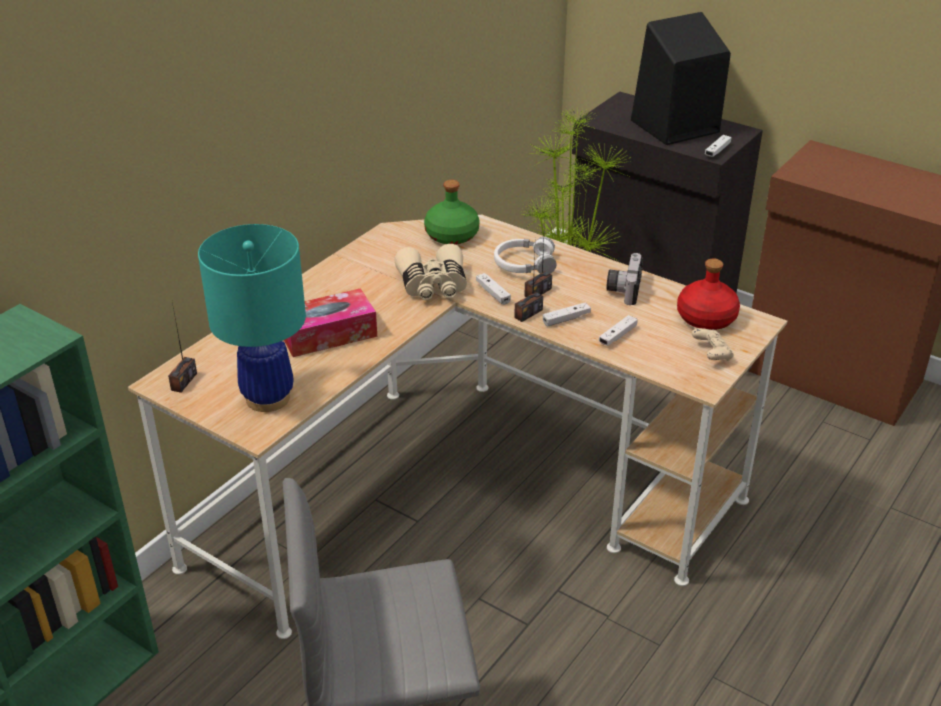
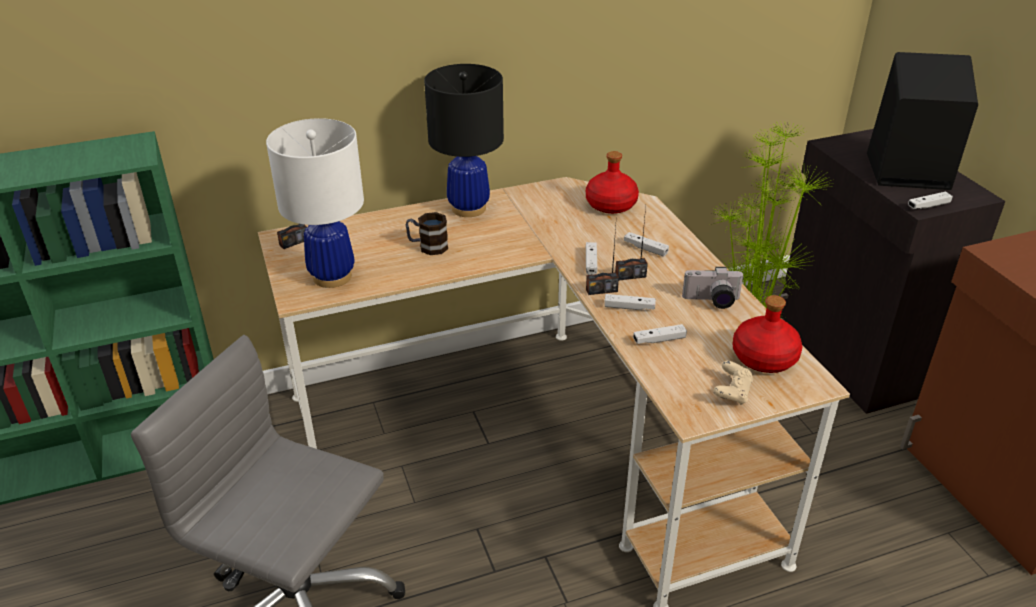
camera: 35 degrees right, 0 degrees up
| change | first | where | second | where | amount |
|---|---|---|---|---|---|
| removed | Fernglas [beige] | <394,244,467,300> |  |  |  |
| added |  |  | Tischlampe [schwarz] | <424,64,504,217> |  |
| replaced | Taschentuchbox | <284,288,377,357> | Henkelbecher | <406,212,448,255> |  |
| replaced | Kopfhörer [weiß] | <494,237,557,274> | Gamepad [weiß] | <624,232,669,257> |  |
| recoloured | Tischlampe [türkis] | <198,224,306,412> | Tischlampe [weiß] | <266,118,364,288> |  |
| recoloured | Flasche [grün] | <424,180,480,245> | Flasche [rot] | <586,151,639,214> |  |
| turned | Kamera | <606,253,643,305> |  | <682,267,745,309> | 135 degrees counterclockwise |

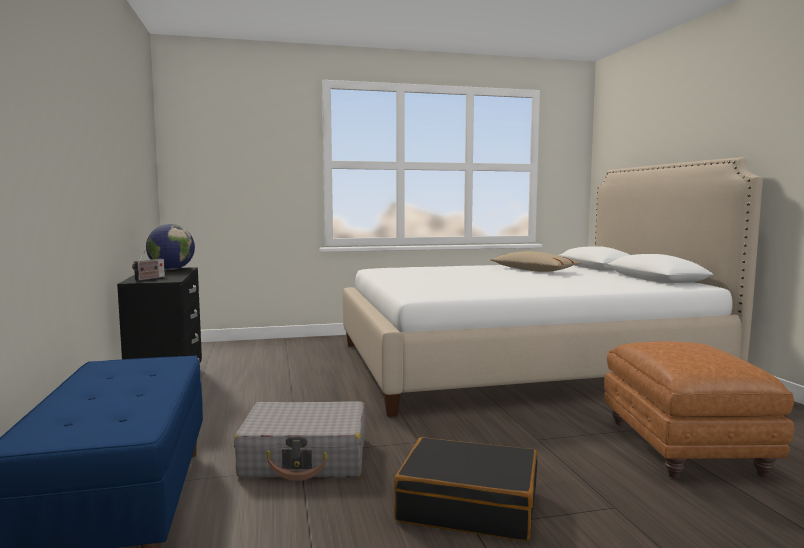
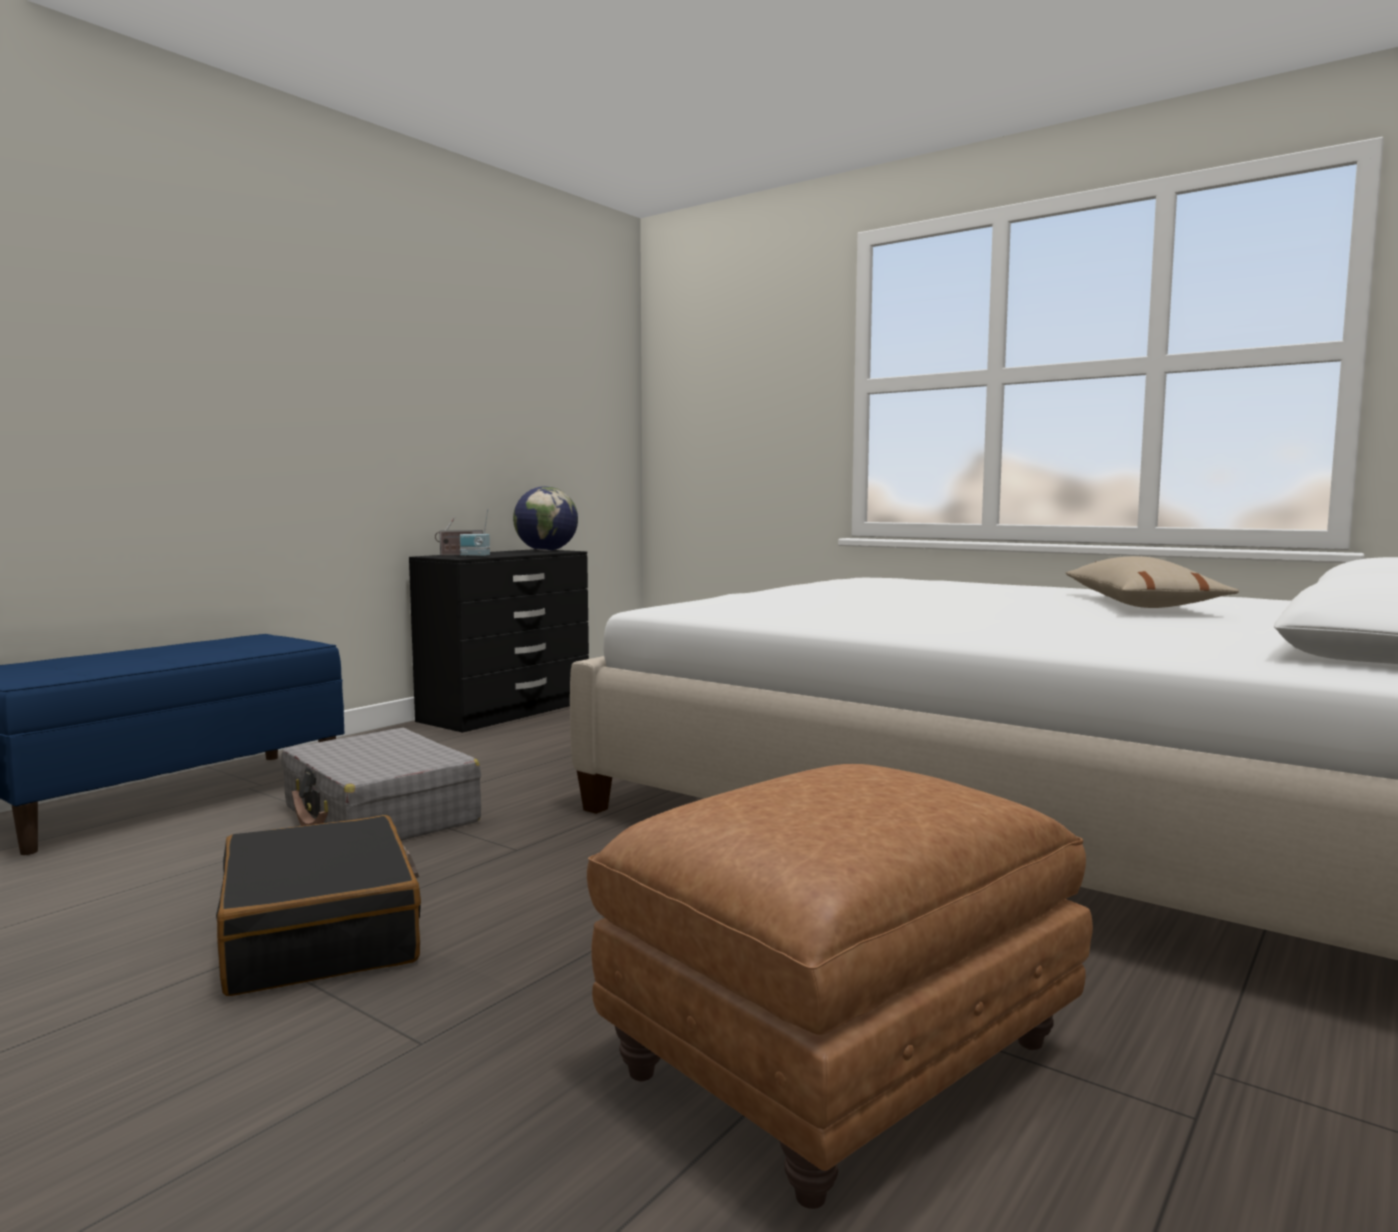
camera: 50 degrees right, 0 degrees up
| change | first | where | second | where | amount |
|---|---|---|---|---|---|
| added |  |  | Radio | <460,509,490,557> |  |

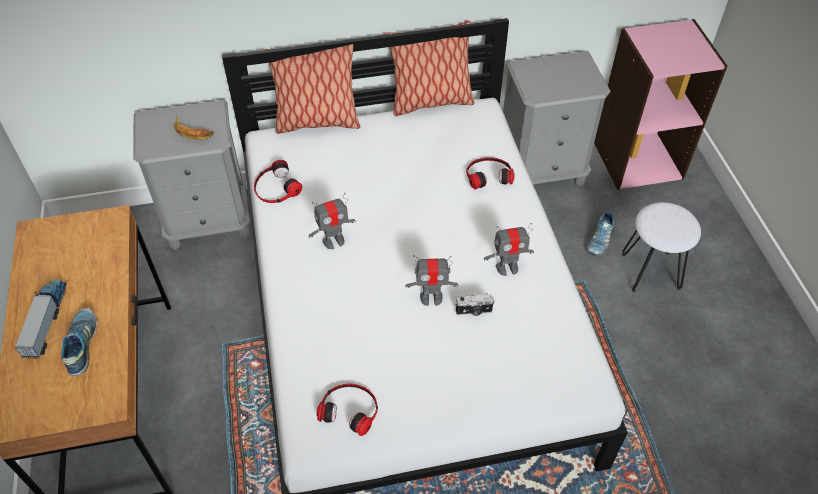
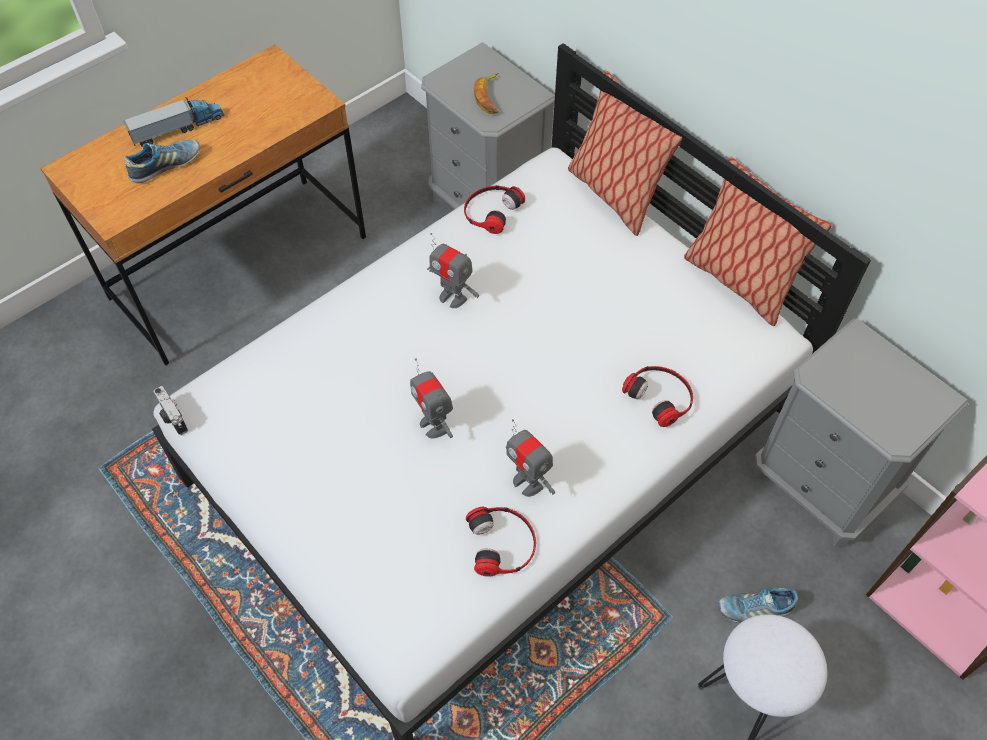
camera: 60 degrees right, 5 degrees up
| change | first | where | second | where | amount |
|---|---|---|---|---|---|
| moved | Kopfhörer | <316,384,378,436> |  | <466,507,536,577> |  |
| moved | Kamera | <455,294,495,316> |  | <154,386,188,435> |  |

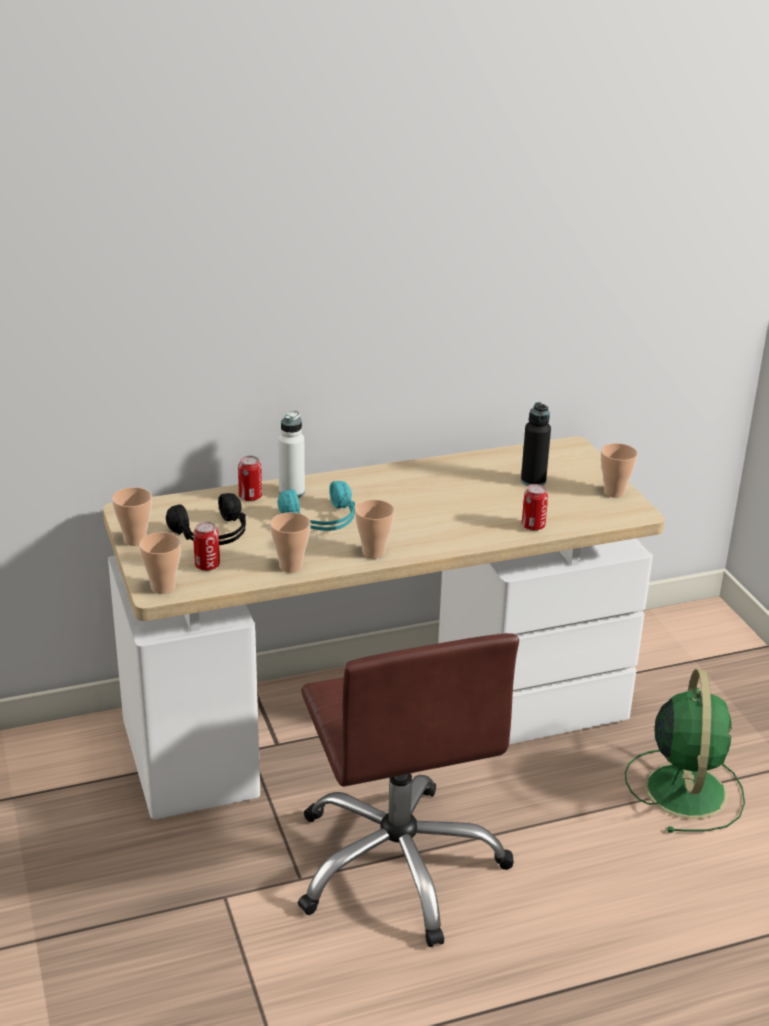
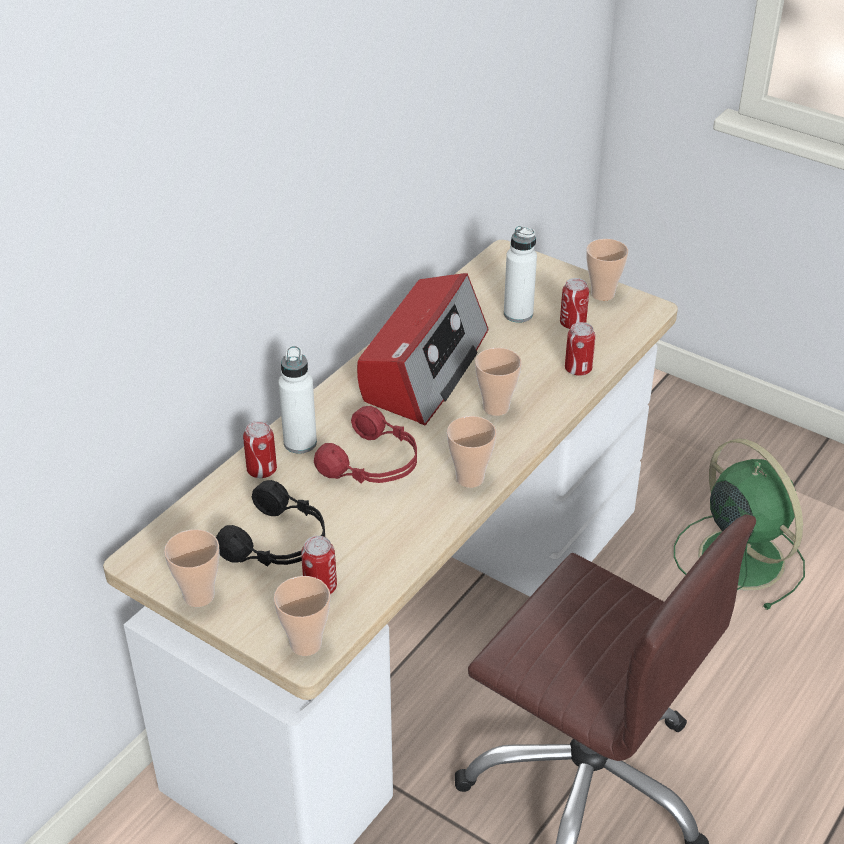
camera: 35 degrees left, 10 degrees up
| change | first | where | second | where | amount |
|---|---|---|---|---|---|
| added |  |  | Radio | <357,273,488,425> |  |
| added |  |  | Dose | <560,278,589,329> |  |
| moved | Tasse | <270,512,311,573> |  | <475,348,522,416> |  |
| recoloured | Kopfhörer [türkis] | <277,481,355,531> | Kopfhörer [rot] | <314,406,417,484> |  |
| recoloured | Flasche [schwarz] | <521,402,551,486> | Flasche [weiß] | <504,226,537,323> |  |

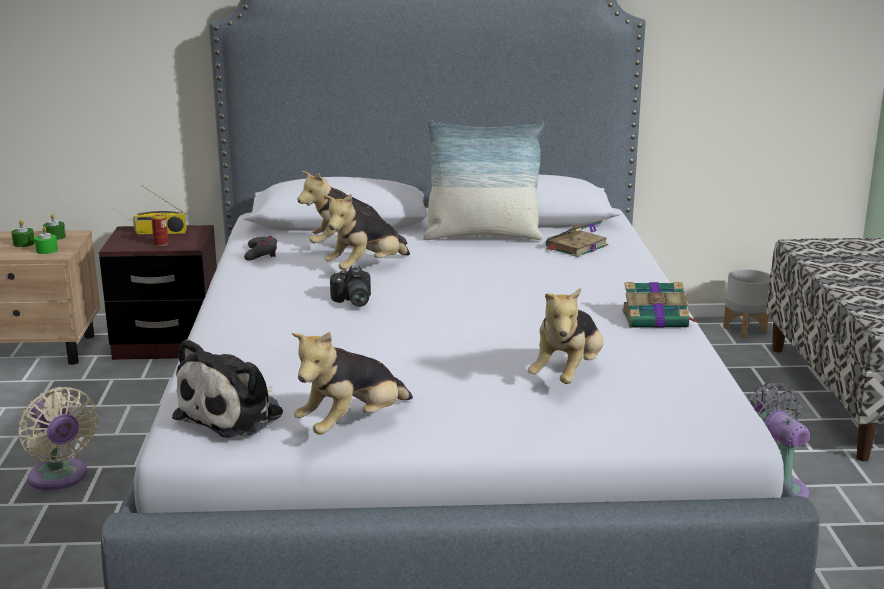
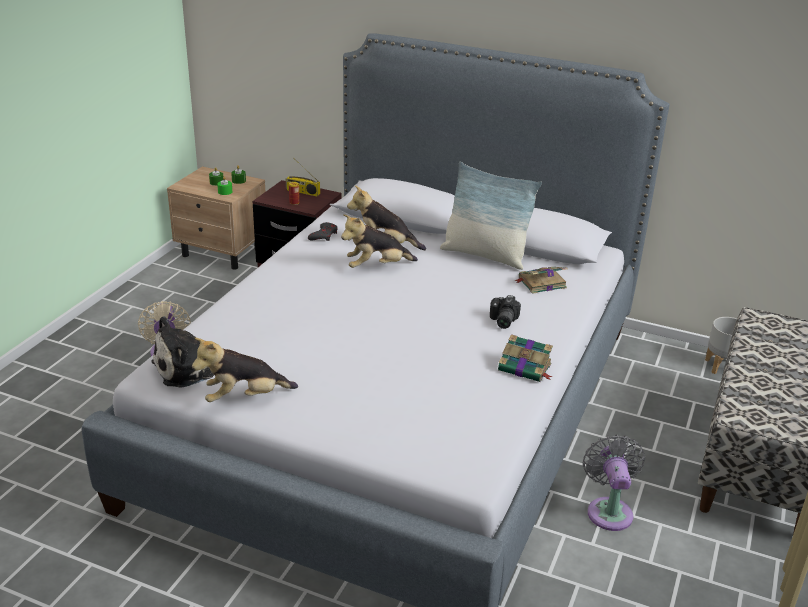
camera: 25 degrees right, 10 degrees up
| change | first | where | second | where | amount |
|---|---|---|---|---|---|
| removed | Plüschtier | <528,288,603,384> |  |  |  |
| moved | Kamera | <330,265,371,307> |  | <490,295,521,329> |  |

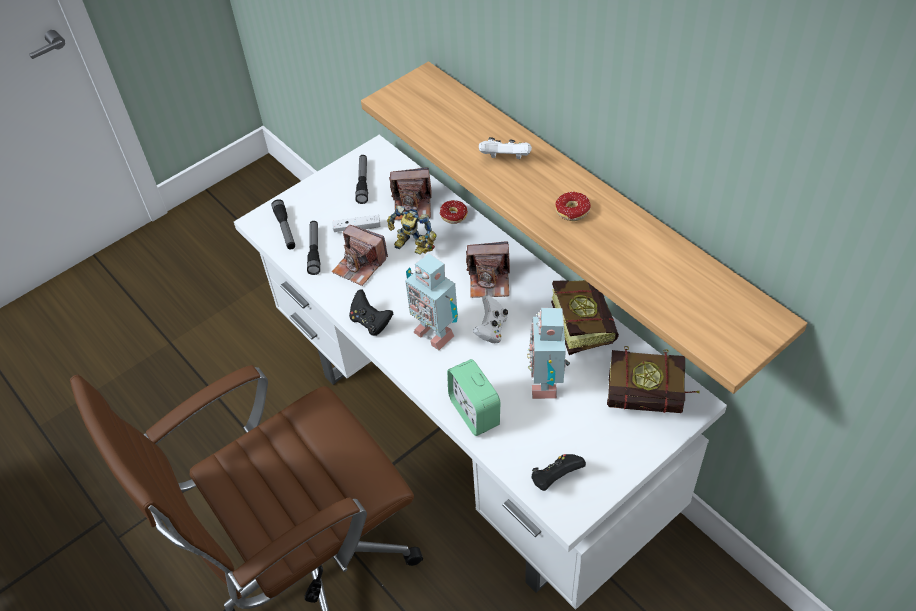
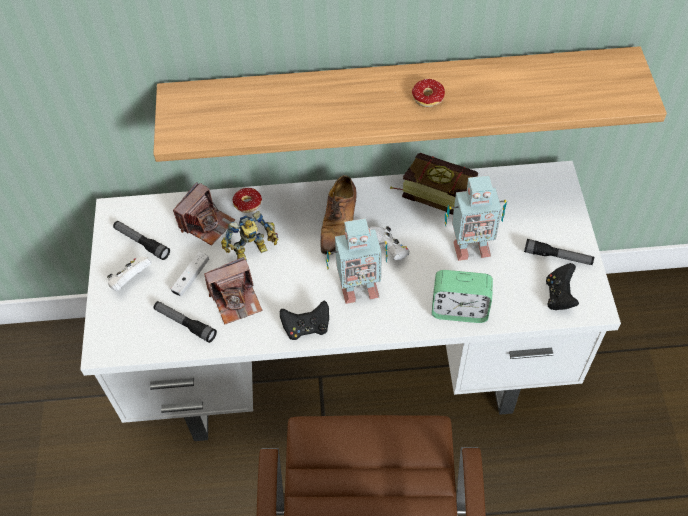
camera: 55 degrees left, 5 degrees up
| change | first | where | second | where | amount |
|---|---|---|---|---|---|
| removed | Buch | <607,346,700,413> |  |  |  |
| moved | Taschenlampe | <271,199,295,249> |  | <524,239,594,265> |  |
| moved | Gamepad [weiß] | <479,137,532,159> |  | <107,257,152,291> |  |
| replaced | Kamera | <466,241,510,298> | Schuh | <320,175,357,255> |  |
| turned | Spielzeugroboter | <527,308,570,399> |  | <445,175,507,261> | 45 degrees counterclockwise |

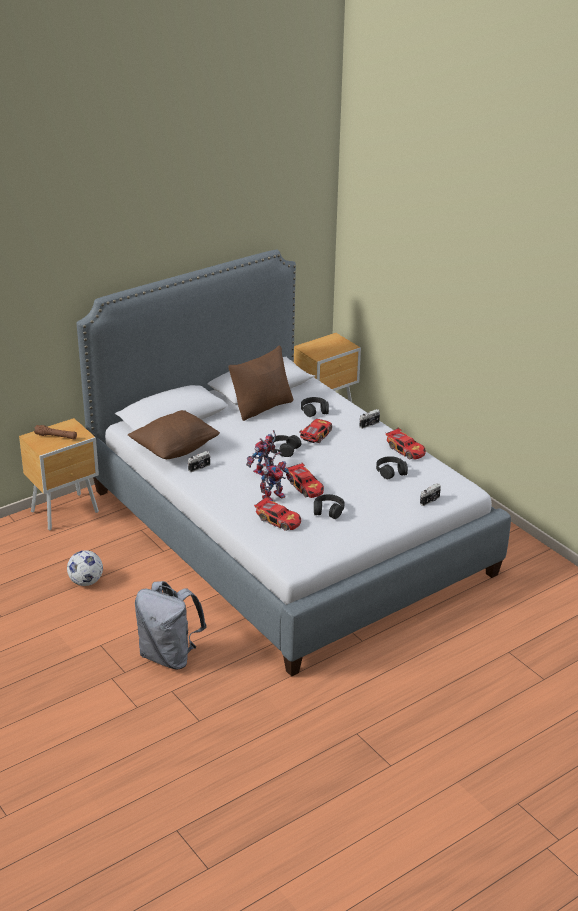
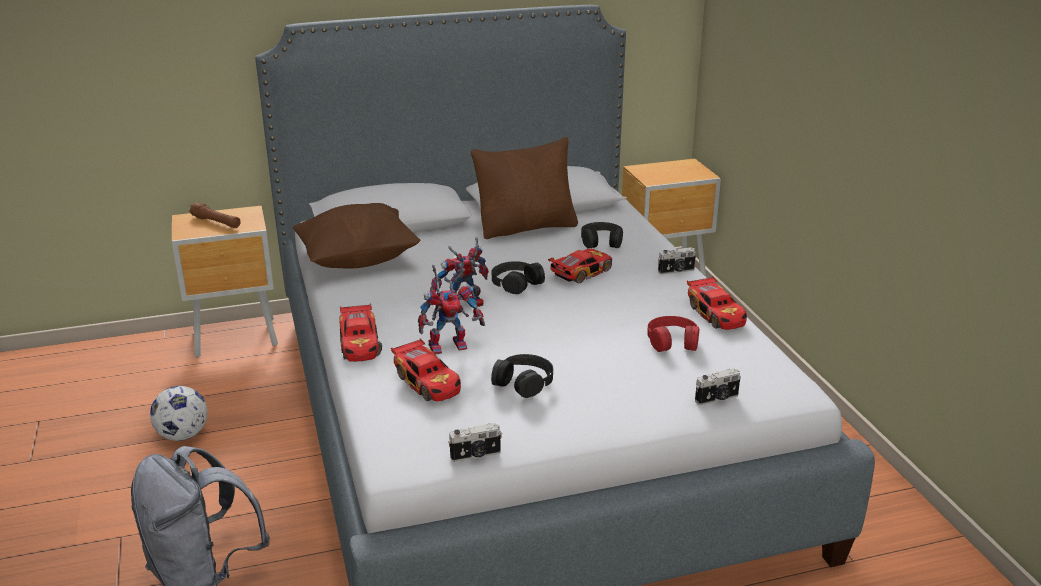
camera: 20 degrees right, 5 degrees down
| change | first | where | second | where | amount |
|---|---|---|---|---|---|
| moved | Kamera | <188,451,210,472> |  | <448,423,502,462> |  |
| moved | Spielzeugauto | <286,463,324,498> |  | <339,303,382,362> |  |
| recoloured | Kopfhörer [schwarz] | <376,456,408,479> | Kopfhörer [rot] | <647,316,699,352> |  |

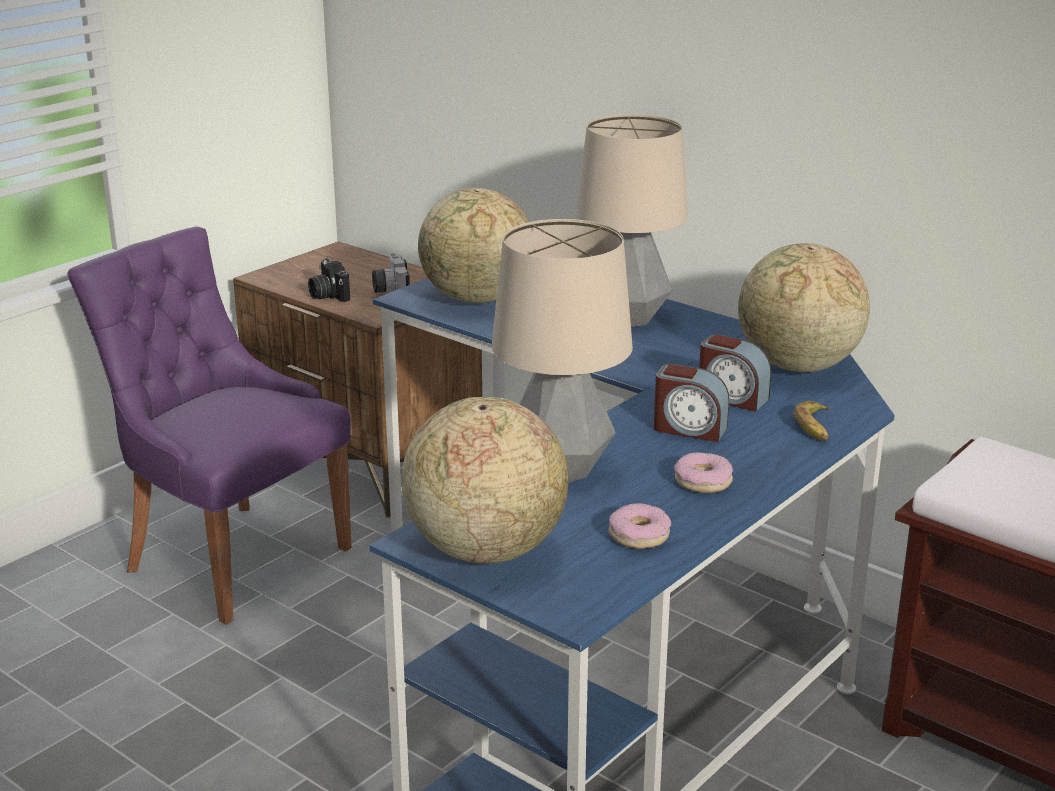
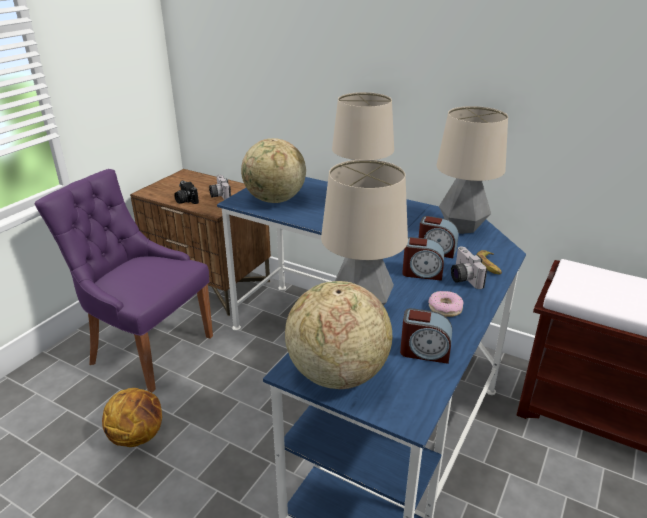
camera: 10 degrees left, 5 degrees up
| change | first | where | second | where | amount |
|---|---|---|---|---|---|
| added |  |  | Basketball | <102,388,162,447> |  |
| added |  |  | Kamera | <451,246,487,289> |  |
| replaced | Donut | <609,503,671,549> | Wecker | <400,308,452,364> |  |
| replaced | Globus | <738,243,870,372> | Tischlampe | <437,106,508,234> |  |

